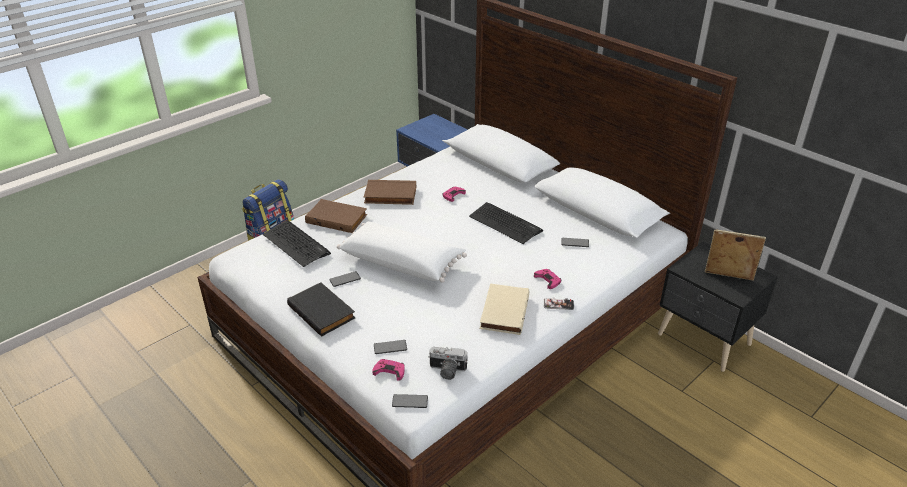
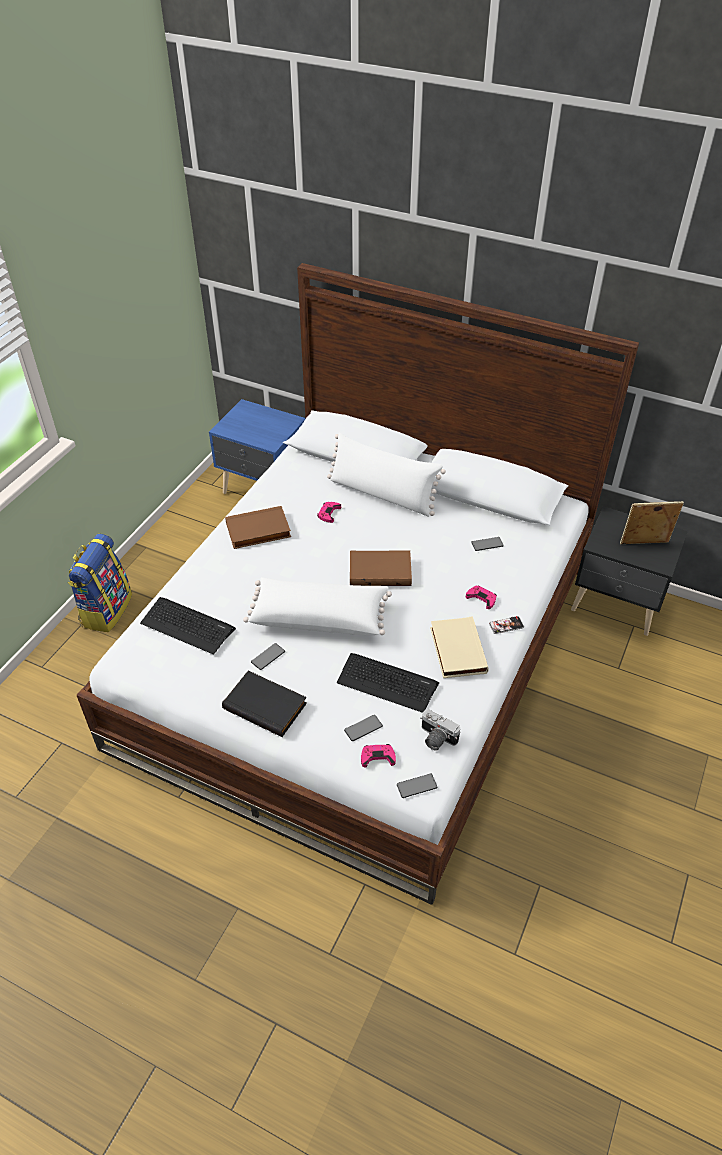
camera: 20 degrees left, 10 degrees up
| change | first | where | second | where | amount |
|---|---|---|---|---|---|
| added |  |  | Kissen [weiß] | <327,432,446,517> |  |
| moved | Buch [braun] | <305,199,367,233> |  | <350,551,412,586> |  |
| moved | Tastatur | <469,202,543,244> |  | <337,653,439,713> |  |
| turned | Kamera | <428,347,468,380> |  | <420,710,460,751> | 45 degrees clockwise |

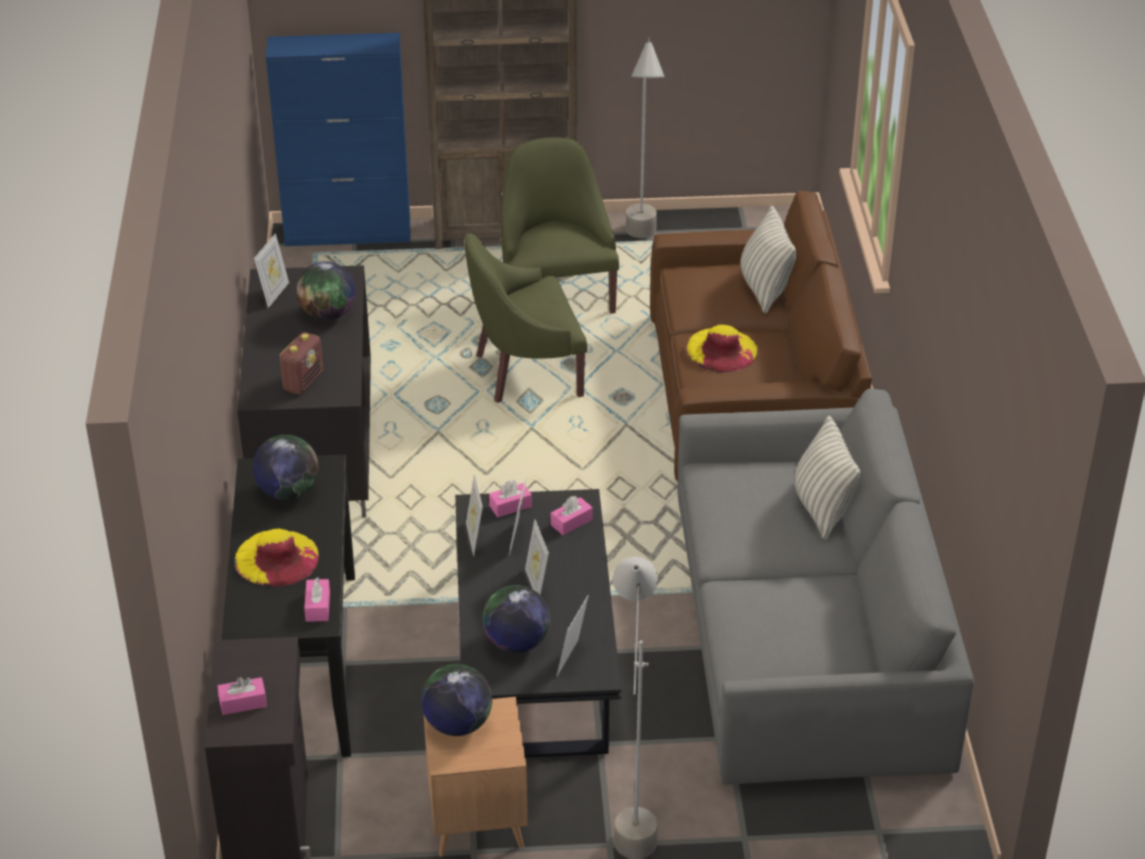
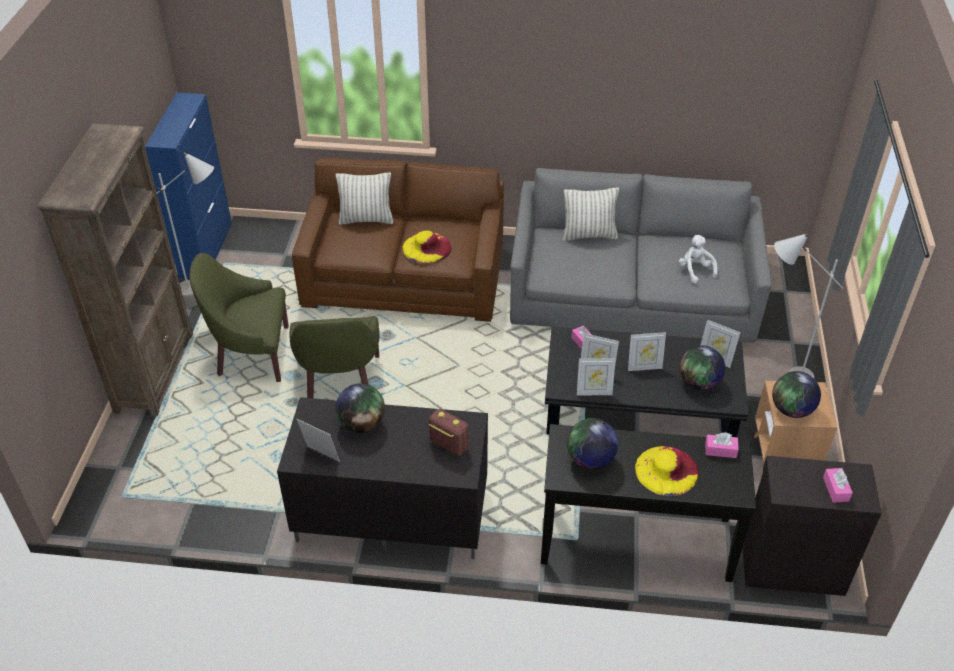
camera: 80 degrees left, 5 degrees up
| change | first | where | second | where | amount |
|---|---|---|---|---|---|
| removed | Taschentuchbox [rosa] | <489,480,532,517> |  |  |  |
| added |  |  | Plüschtier [weiß] | <679,235,718,283> |  |
| moved | Schrank [blau] | <266,33,411,246> |  | <145,93,232,279> |  |

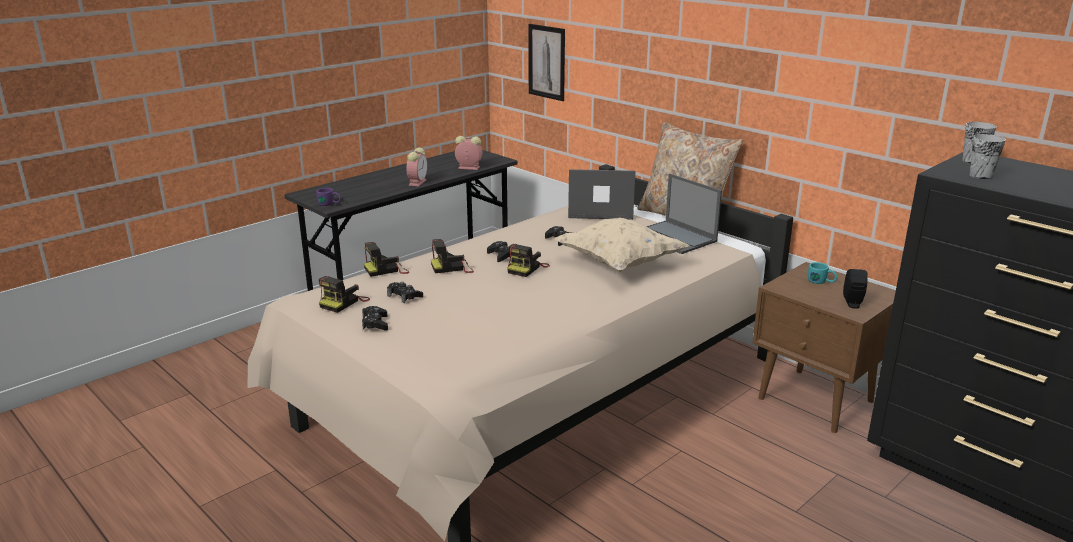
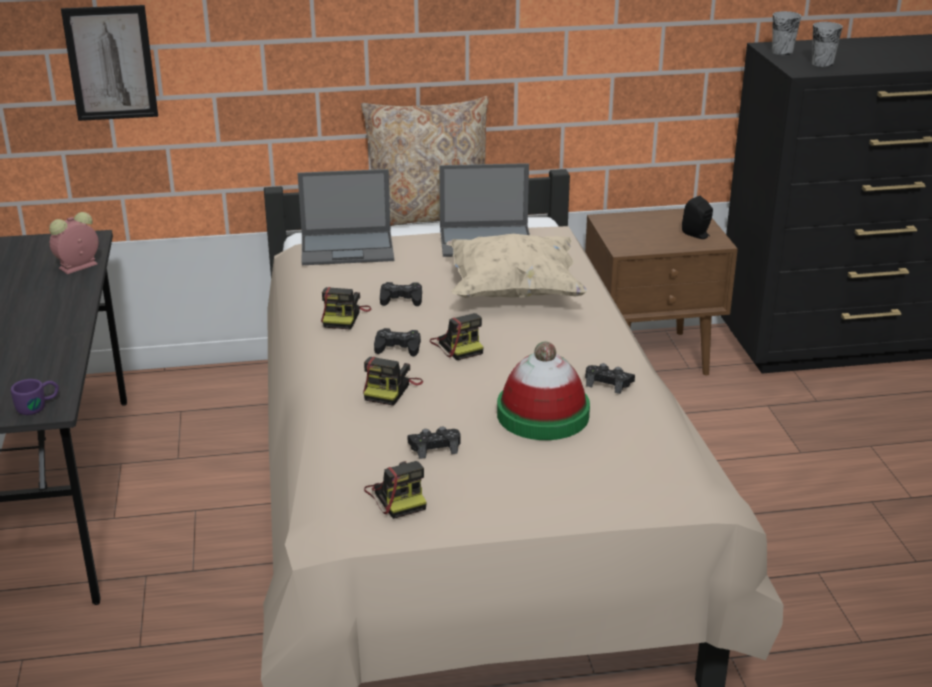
camera: 55 degrees left, 5 degrees up
| change | first | where | second | where | amount |
|---|---|---|---|---|---|
| removed | Wecker | <406,147,427,186> |  |  |  |
| removed | Henkelbecher [türkis] | <808,262,838,284> |  |  |  |
| added |  |  | Hut | <497,342,590,440> |  |
| moved | Gamepad [schwarz] | <362,306,388,330> |  | <585,363,635,394> |  |
| moved | Kamera | <364,242,409,277> |  | <321,287,371,330> |  |
| turned | Laptop | <568,169,635,220> |  | <298,169,394,265> | 135 degrees counterclockwise |

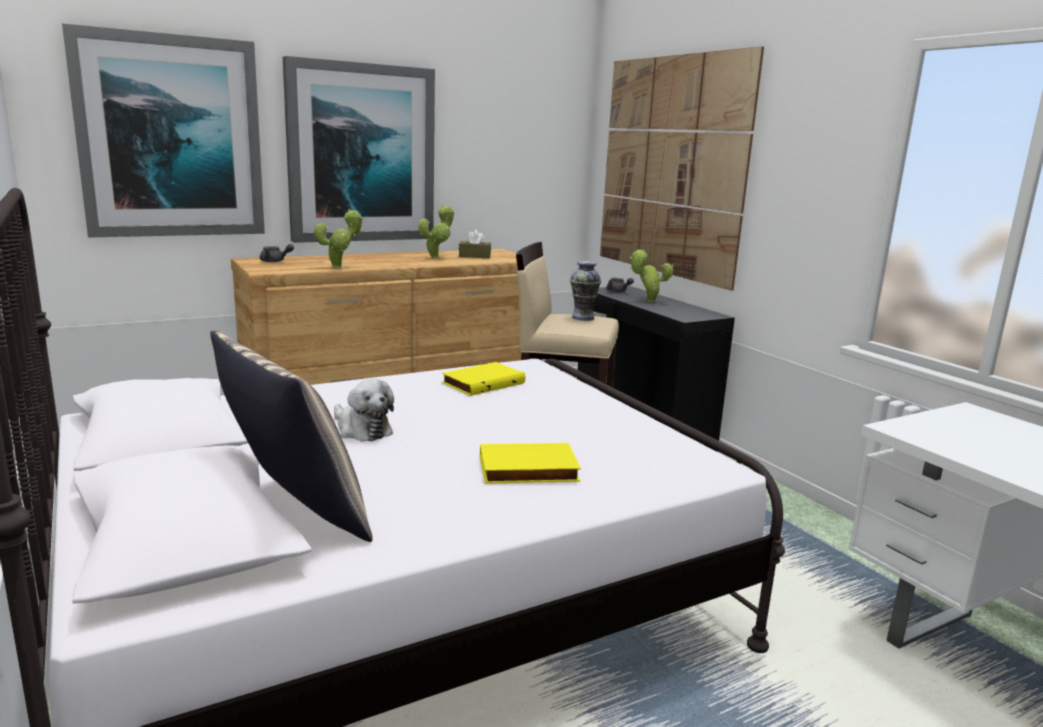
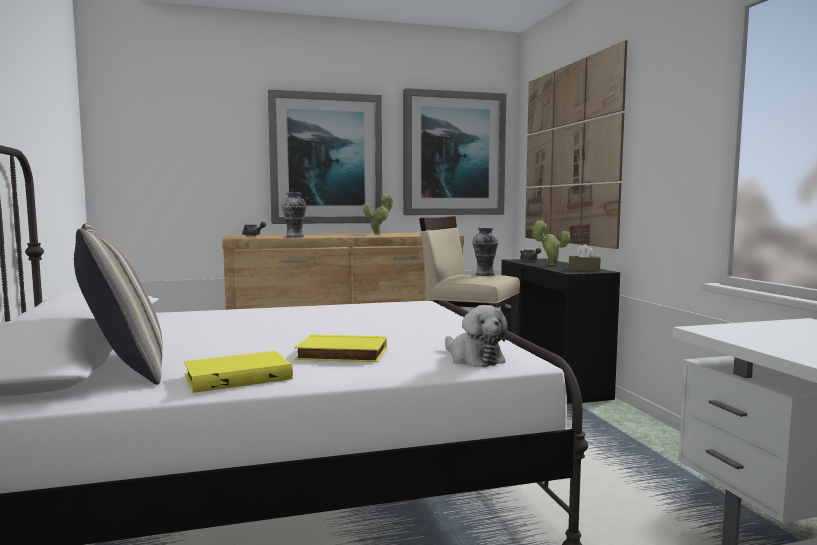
camera: 15 degrees right, 10 degrees down
| change | first | where | second | where | amount |
|---|---|---|---|---|---|
| moved | Bild | <62,23,265,238> |  | <403,88,506,215> |  |
| moved | Plüschtier | <334,379,394,441> |  | <445,305,508,367> |  |
| moved | Buch [gelb] | <442,362,525,396> |  | <184,351,293,393> |  |
| moved | Taschentuchbox [braun] | <459,230,491,258> |  | <569,244,601,271> |  |
| replaced | Topfpflanze | <314,209,364,268> | Vase | <282,193,307,238> |  |

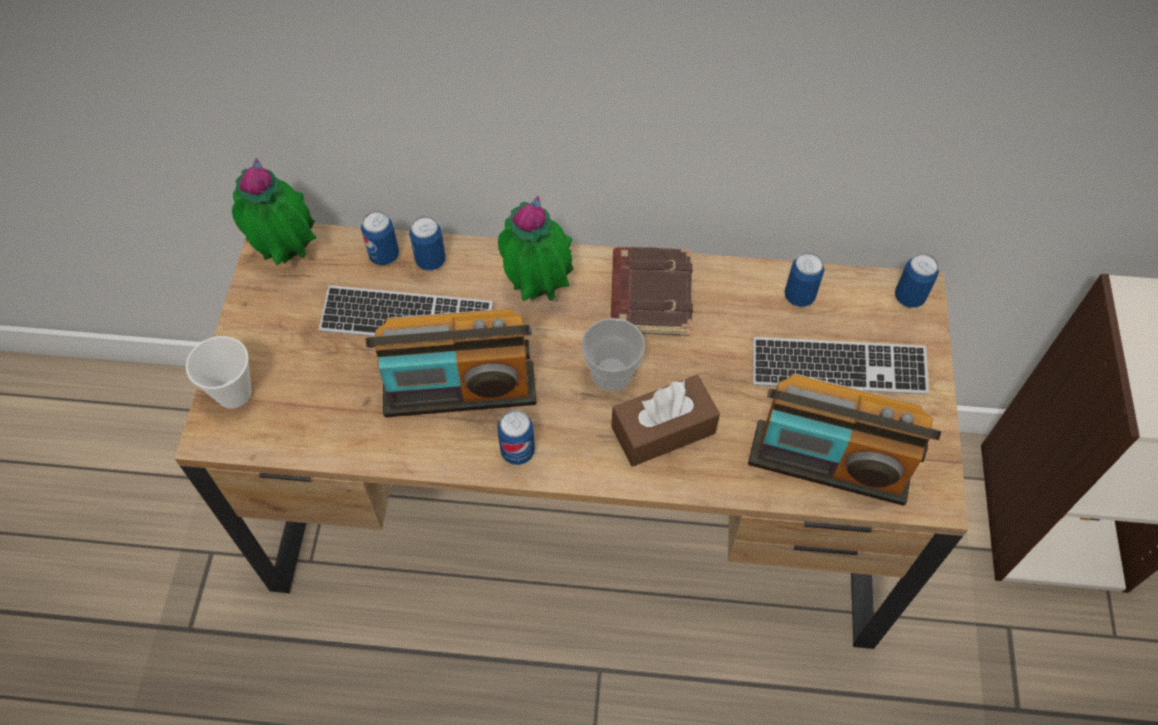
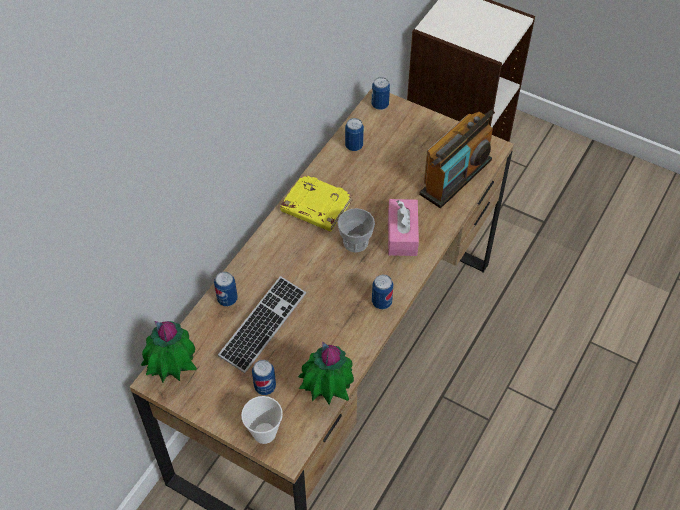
camera: 65 degrees left, 5 degrees down
| change | first | where | second | where | amount |
|---|---|---|---|---|---|
| removed | Radio | <365,309,537,417> |  |  |  |
| removed | Tastatur | <753,337,929,395> |  |  |  |
| moved | Dose | <361,211,399,265> |  | <252,360,276,395> |  |
| moved | Topfpflanze | <498,196,574,301> |  | <298,342,354,405> |  |
| recoloured | Buch [braun] | <611,247,693,336> | Buch [gelb] | <280,174,353,232> |  |
| recoloured | Taschentuchbox [braun] | <611,375,720,467> | Taschentuchbox [rosa] | <388,199,419,256> |  |

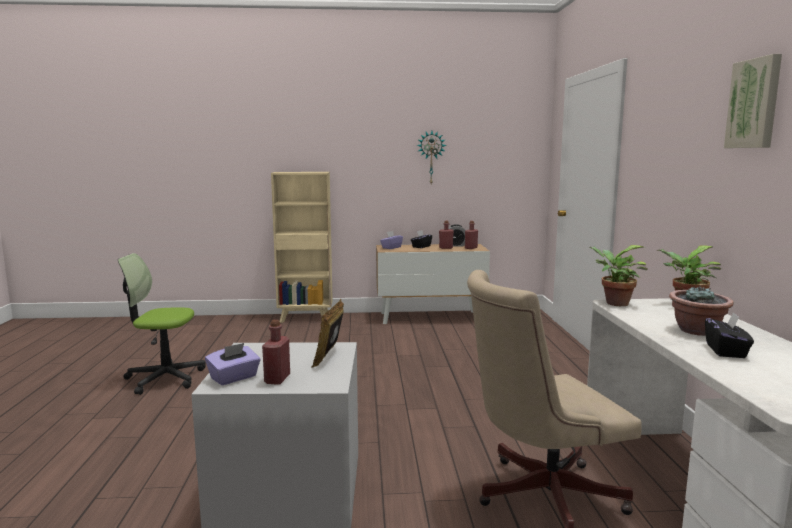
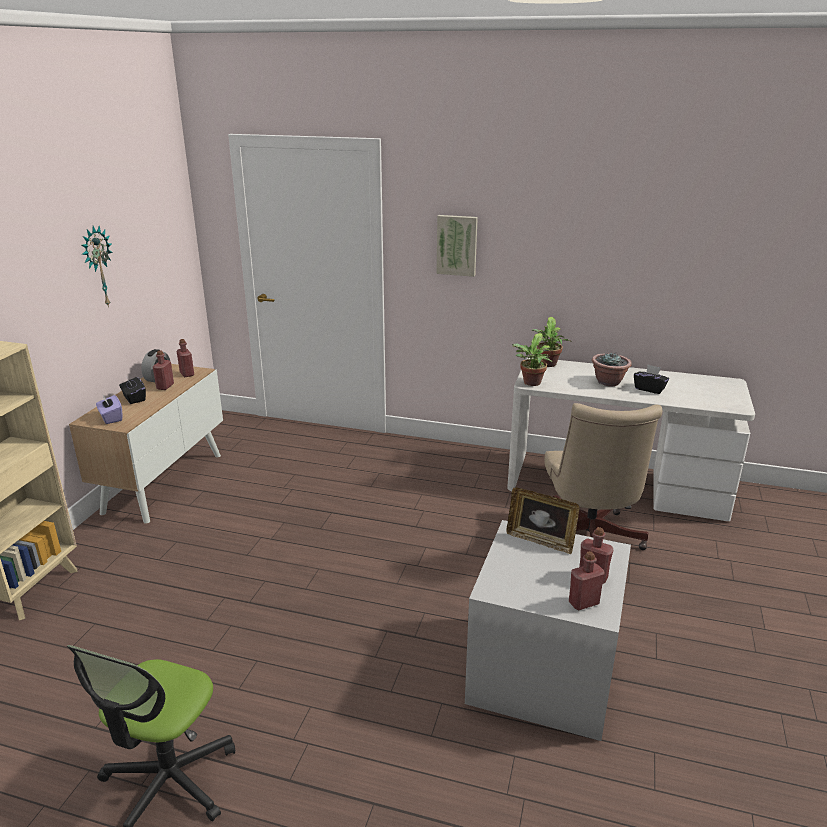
camera: 70 degrees left, 15 degrees up
| change | first | where | second | where | amount |
|---|---|---|---|---|---|
| moved | Bild | <724,54,782,148> |  | <437,215,478,277> |  |
| replaced | Taschentuchbox [lila] | <205,343,261,385> | Flasche [rot] | <569,551,605,610> |  |

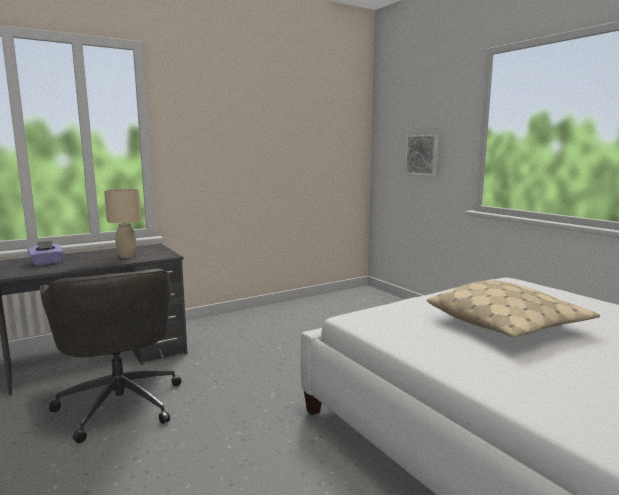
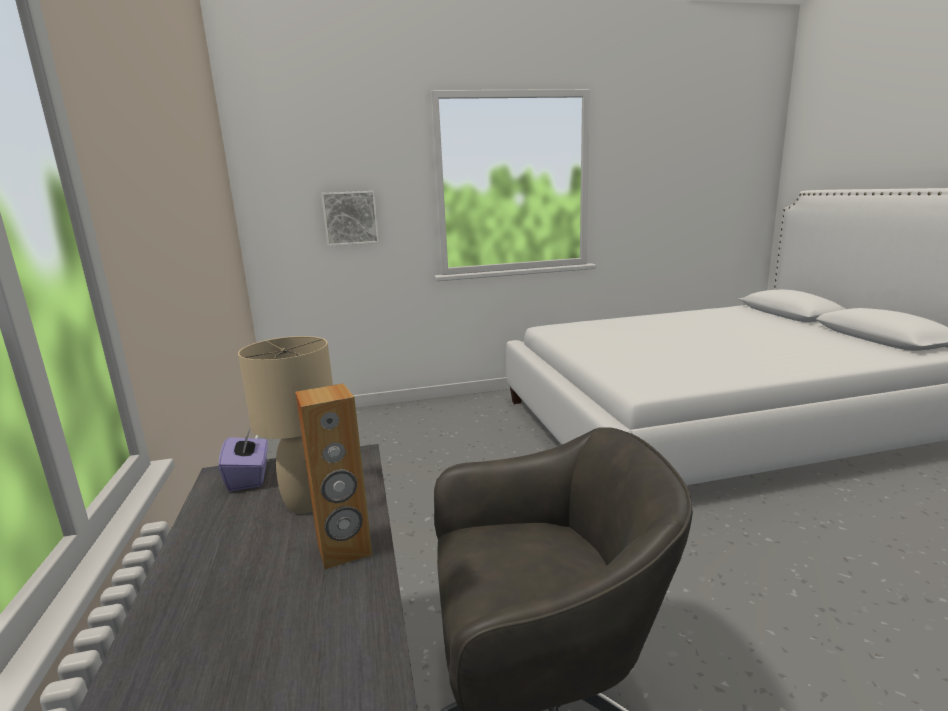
camera: 70 degrees left, 5 degrees up
| change | first | where | second | where | amount |
|---|---|---|---|---|---|
| removed | Kissen [beige] | <427,280,600,338> |  |  |  |
| added |  |  | Lautsprecher [braun] | <295,383,372,569> |  |
| moved | Taschentuchbox [lila] | <27,241,63,266> |  | <218,427,268,491> |  |

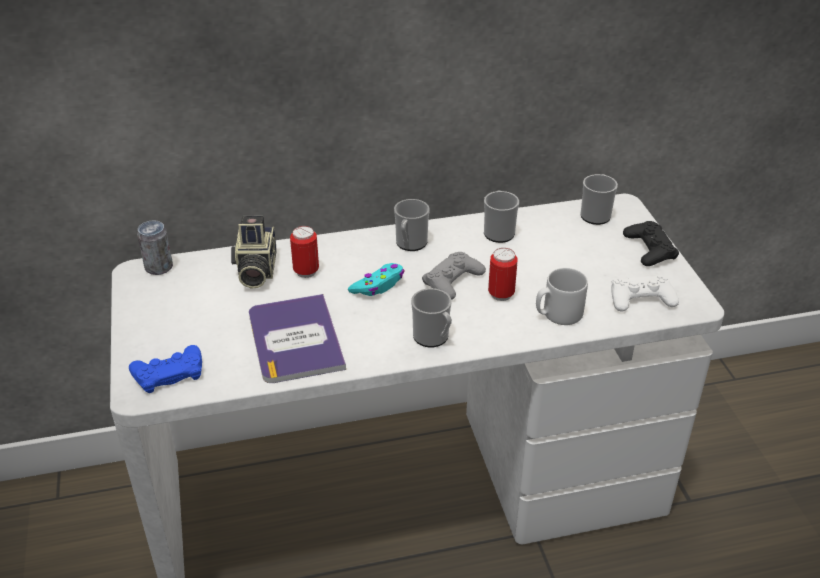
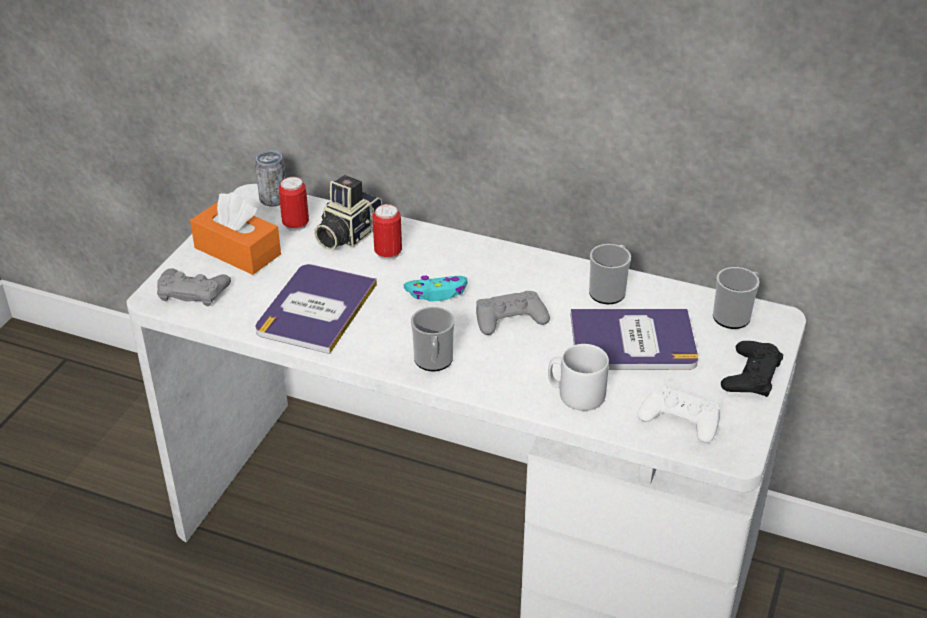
camera: 35 degrees right, 0 degrees up
| change | first | where | second | where | amount |
|---|---|---|---|---|---|
| removed | Henkelbecher | <394,199,430,251> |  |  |  |
| added |  |  | Taschentuchbox [orange] | <190,192,281,275> |  |
| added |  |  | Buch | <571,309,698,370> |  |
| moved | Dose | <488,248,518,301> |  | <279,177,309,231> |  |
| recoloured | Gamepad [blau] | <129,345,202,393> | Gamepad [grau] | <157,268,231,306> |  |

